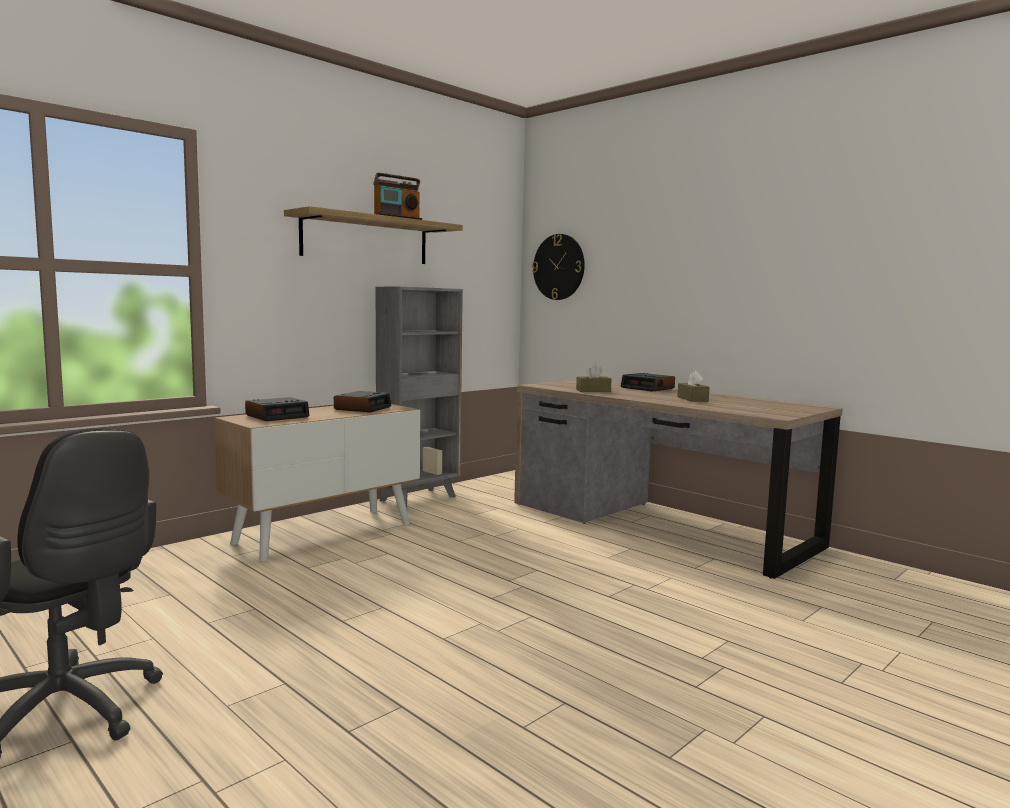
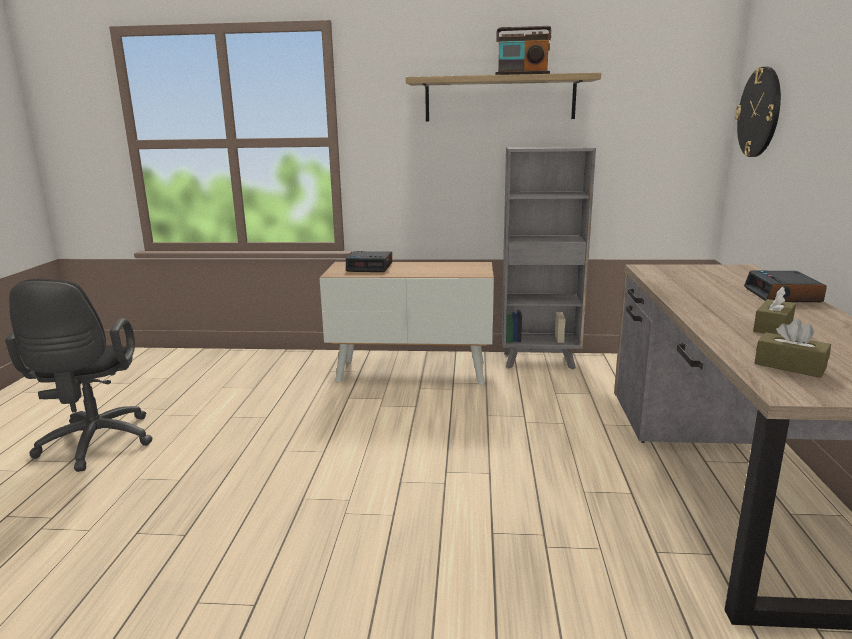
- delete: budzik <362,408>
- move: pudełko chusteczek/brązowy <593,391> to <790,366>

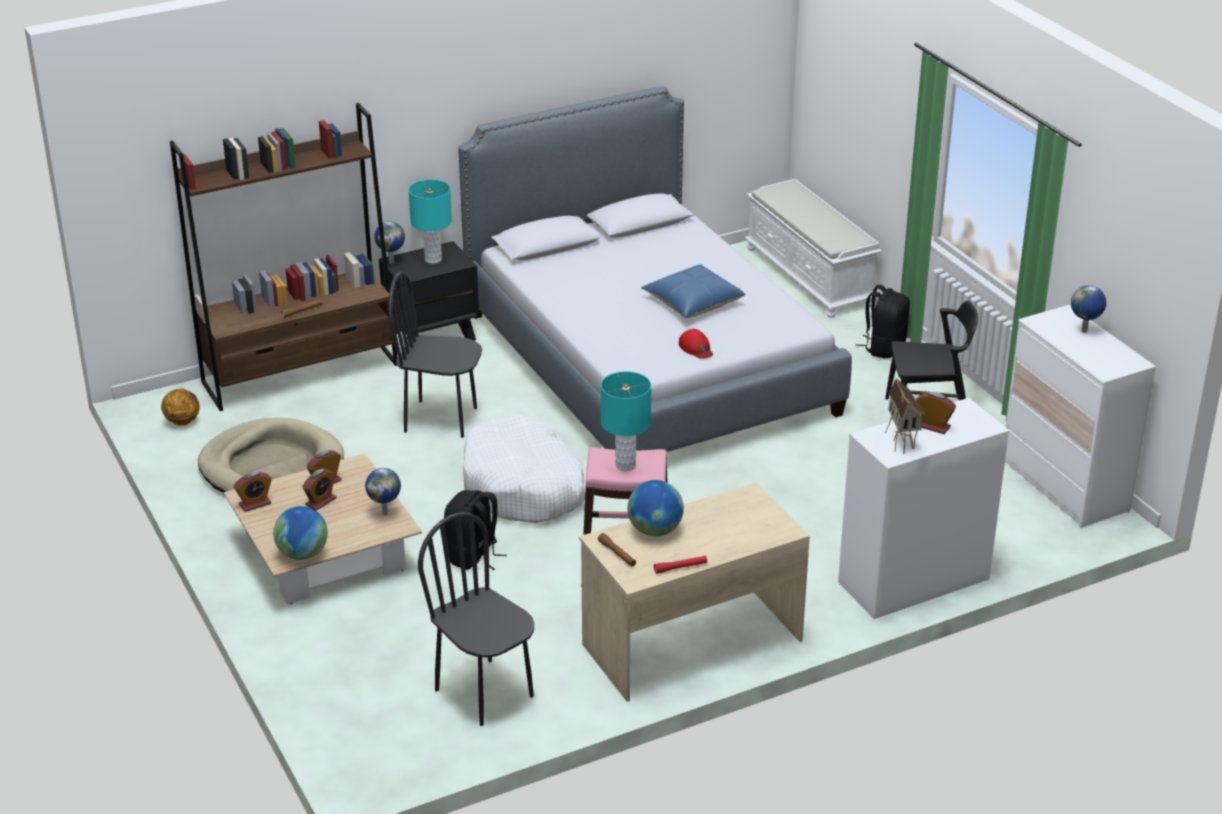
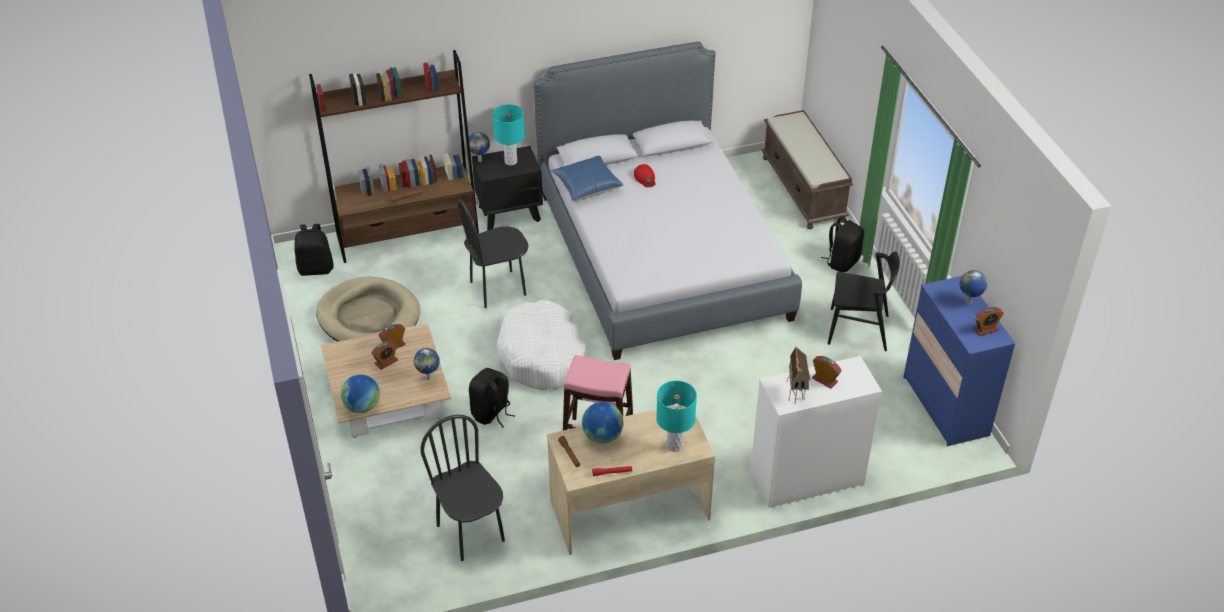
- replace: piłka do koszykówki <182,421> to plecak/czarny <316,269>
- move: budzik <255,504> to <985,329>
- rotate: krzesło/czarny <440,419> = <498,288> 45 degrees counterclockwise
- move: lampa stołowa/turkusowy <625,465> to <674,445>
- move: poduszka/niebieski <692,302> to <587,185>
- move: czapka z daszkiem/czerwony <696,348> to <645,178>
- recolor: ławka/biały <810,277> to ławka/brązowy <804,189>
- recolor: komoda/biały <1064,486> to komoda/niebieski <945,406>

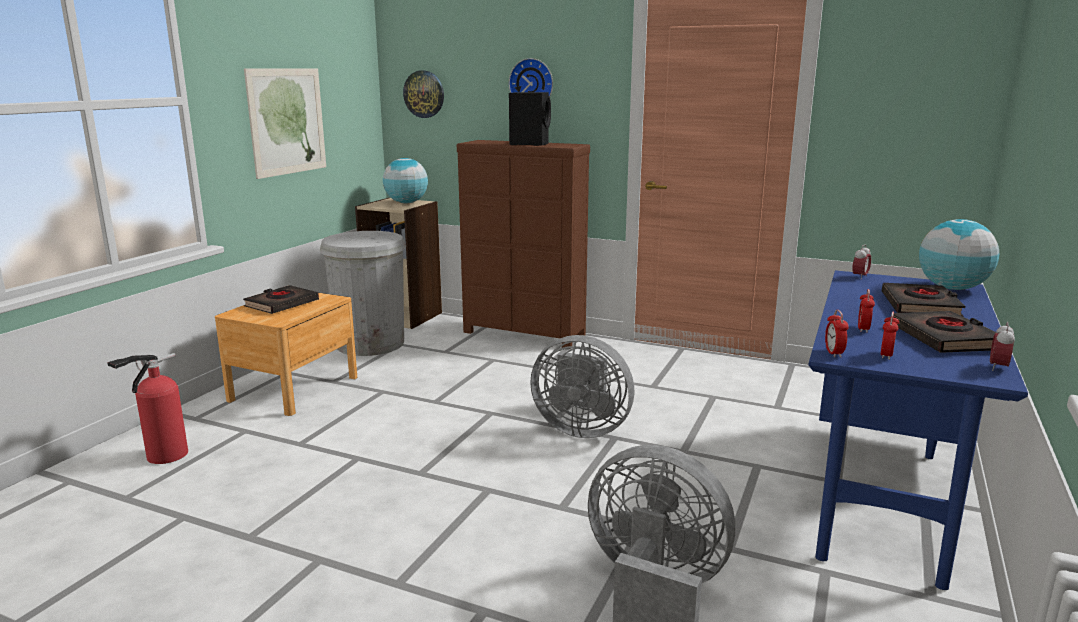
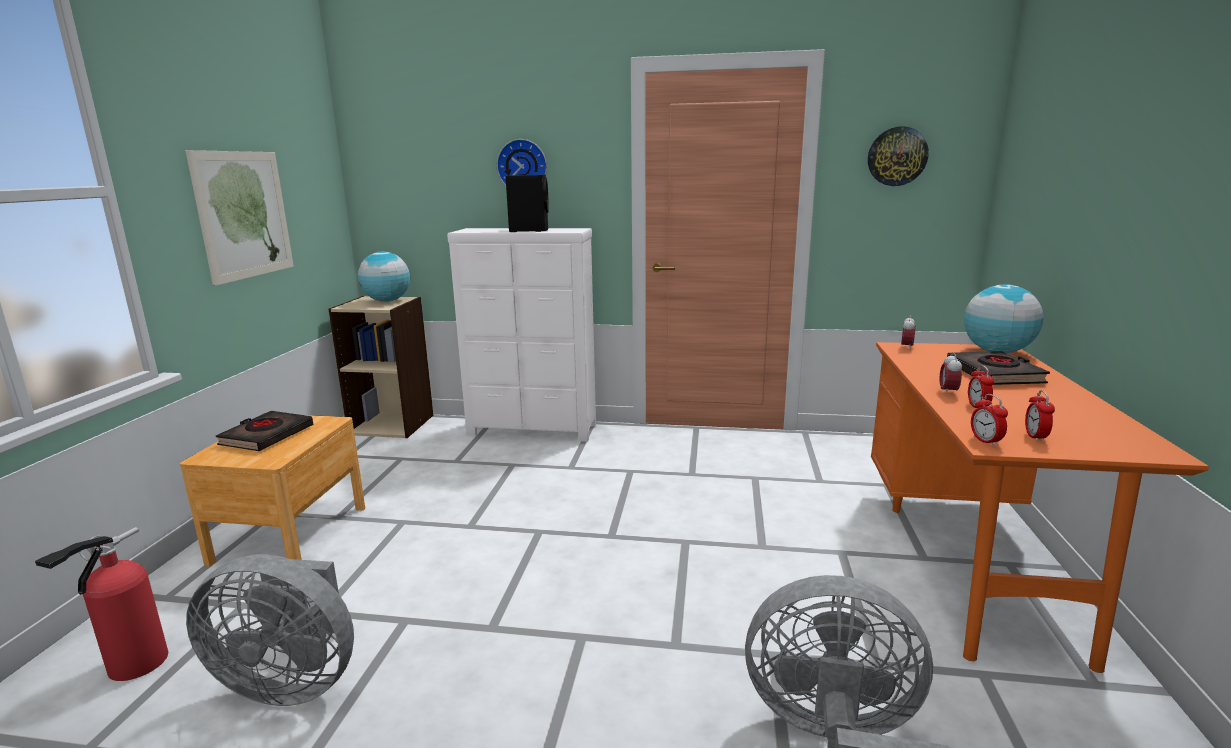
- delete: kosz na śmieci/biały <370,343>
- move: zegar ścienny <424,94> to <897,156>
- recolor: komoda/brązowy <524,334> to komoda/biały <532,430>
- move: wentylator/szary <581,428> to <292,681>
- recolor: biurko/niebieski <882,491> to biurko/pomarańczowy <970,562>
- delete: książka/czarny <944,338>
- move: budzik <998,367> to <948,392>

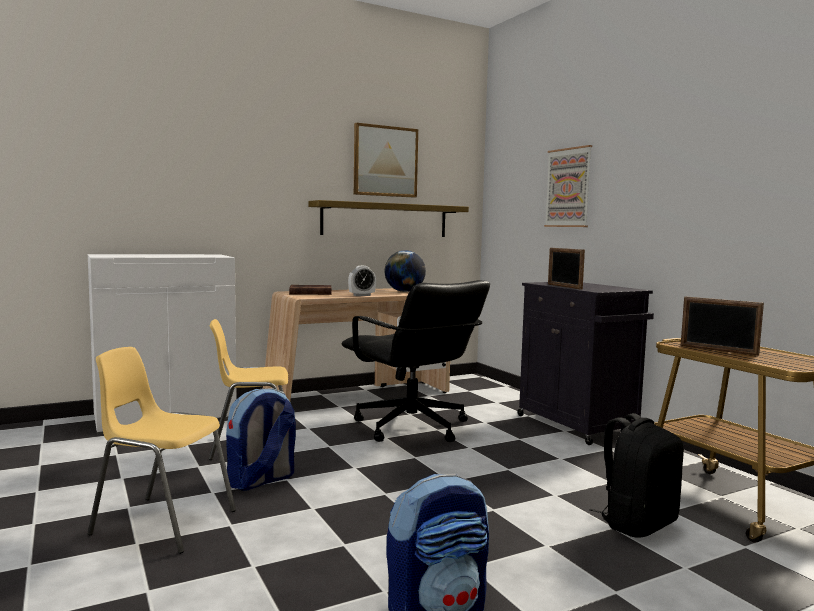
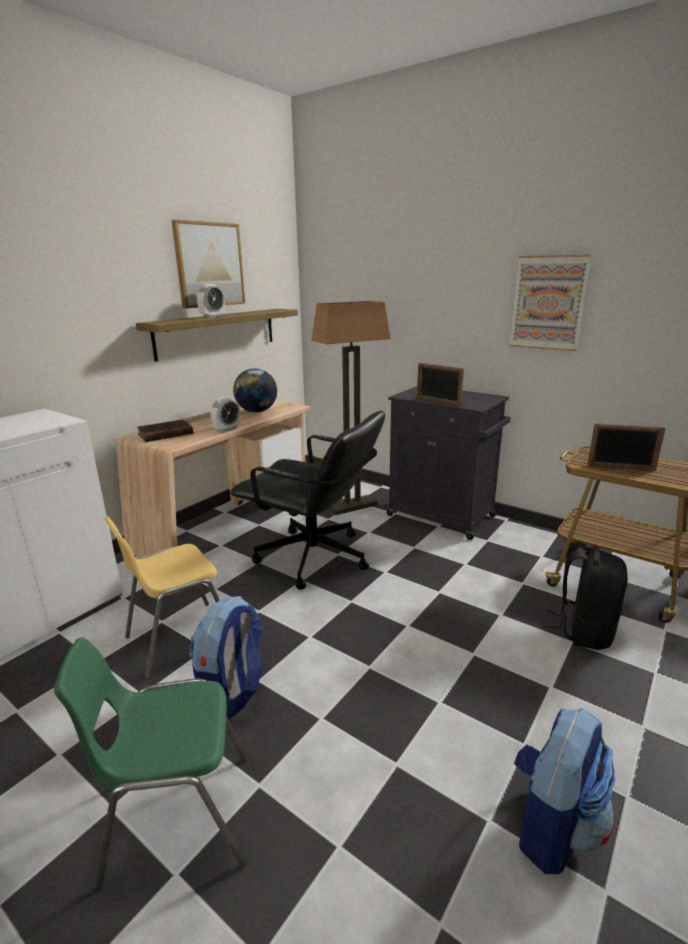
- recolor: krzesło/żółty <163,522> to krzesło/zielony <178,818>
- move: obraz <568,187> to <548,303>
- insert: budzik <212,316>
- insert: lampa stojąca <352,507>

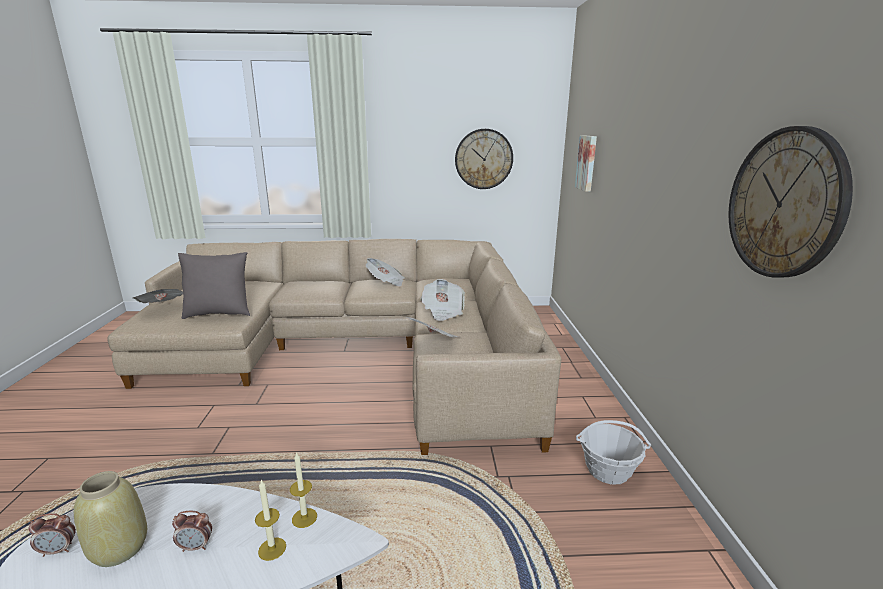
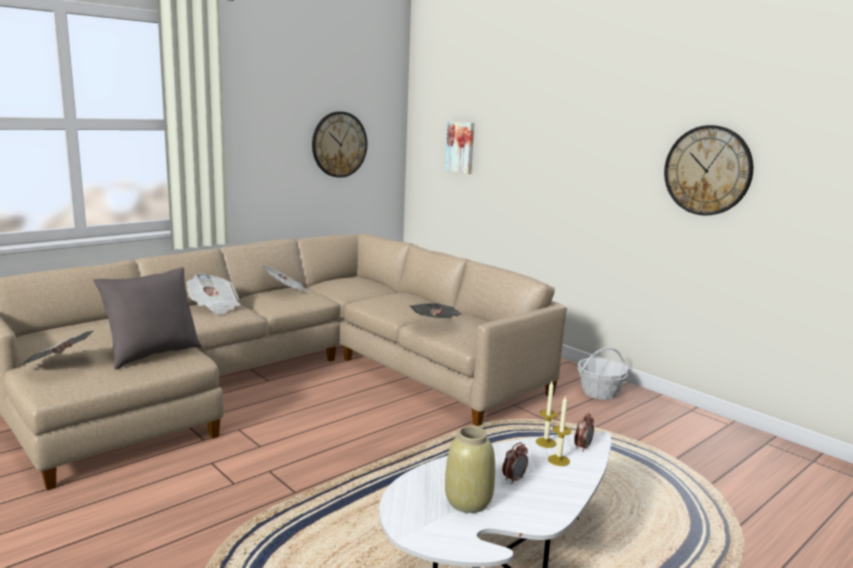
- move: budzik <58,550> to <582,447>
- move: gazeta <443,311> to <214,307>

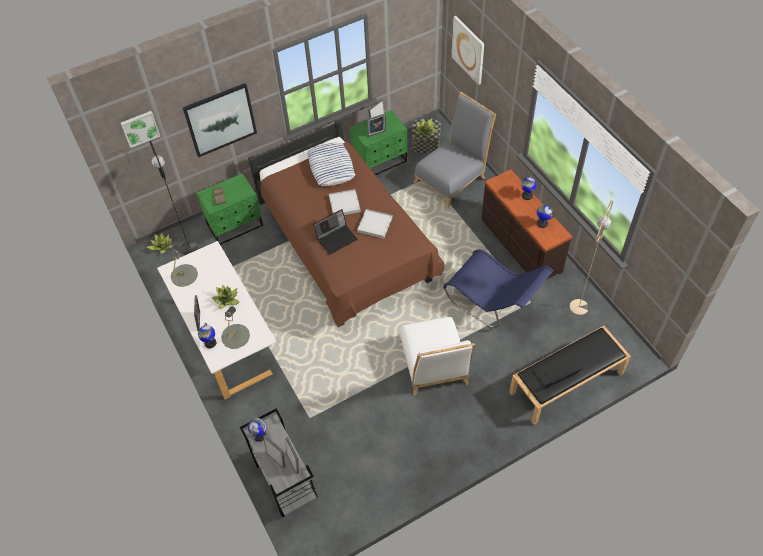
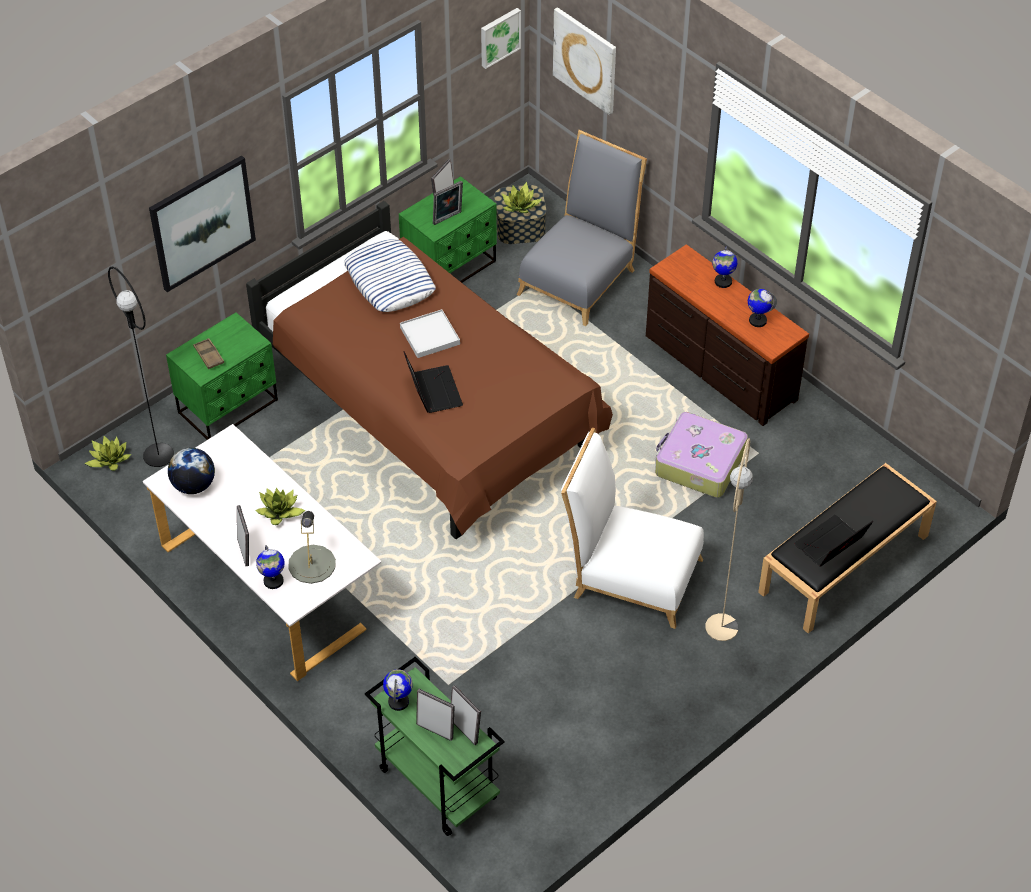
- move: obraz <140,128> to <499,37>
- replace: lampa stołowa/szary <184,275> to globus <193,485>
- recolor: wózek/szary <285,481> to wózek/zielony <436,783>
- rotate: laptop <336,238> = <432,390> 60 degrees counterclockwise
- delete: taca/biały <374,225>
- rotate: krzesło/biały <434,367> = <629,575> 135 degrees clockwise
- replace: krzesło/niebieski <493,303> to walizka <699,463>
- move: lampa stojąca/beżowy <579,307> to <721,627>

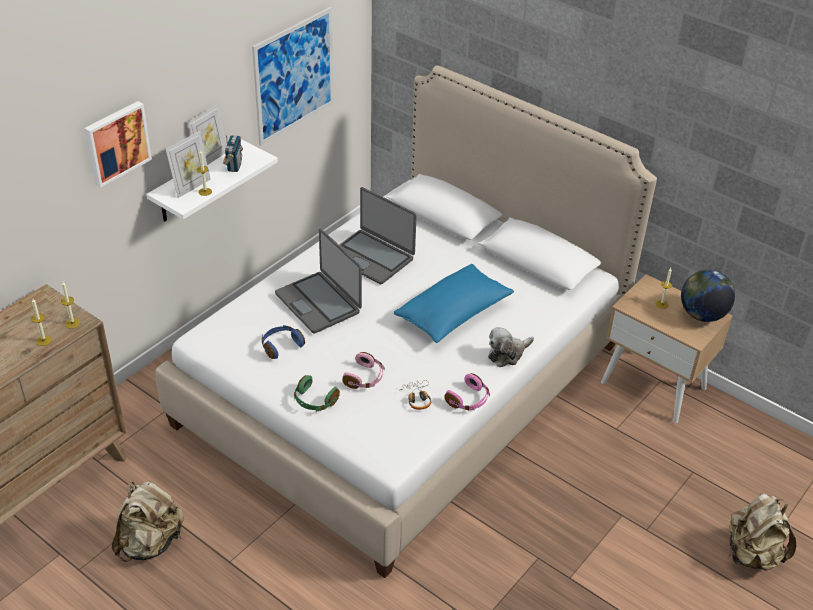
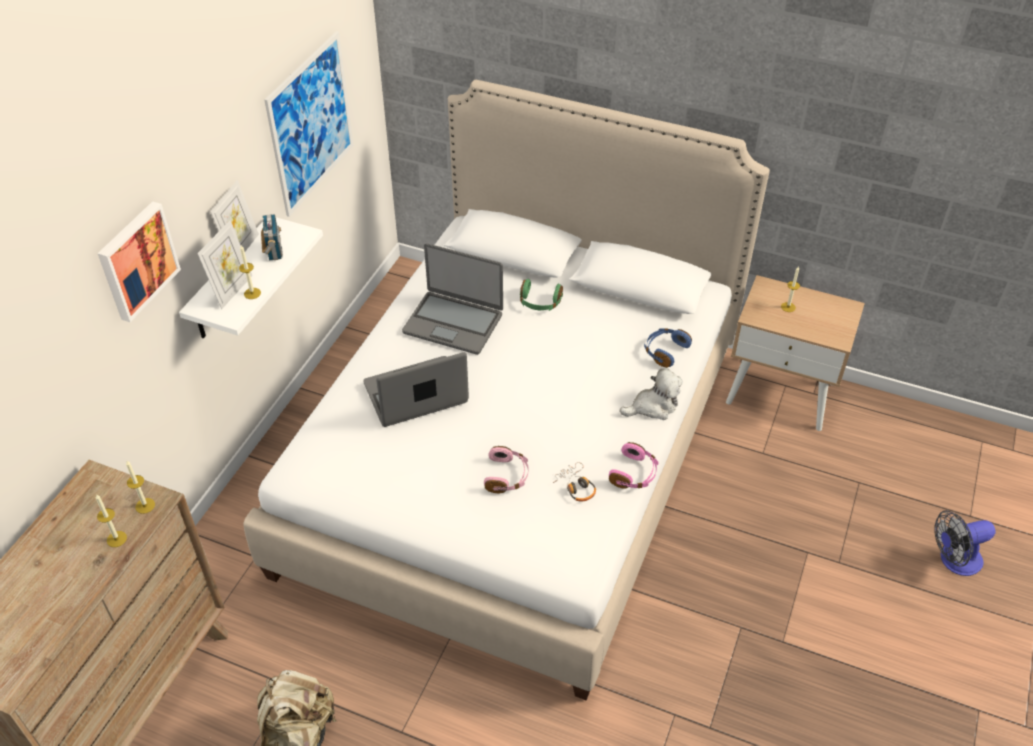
- move: słuchawki/niebieski <281,346> to <665,351>
- rotate: laptop <318,303> = <416,394> 120 degrees clockwise
- move: słuchawki/zielony <314,401> to <539,302>
- delete: poduszka/niebieski <453,314>
- rotate: pluszak <507,354> = <653,406> 150 degrees counterclockwise
- delete: globus <702,315>
- replace: plecak/beżowy <752,554> to wentylator <954,561>

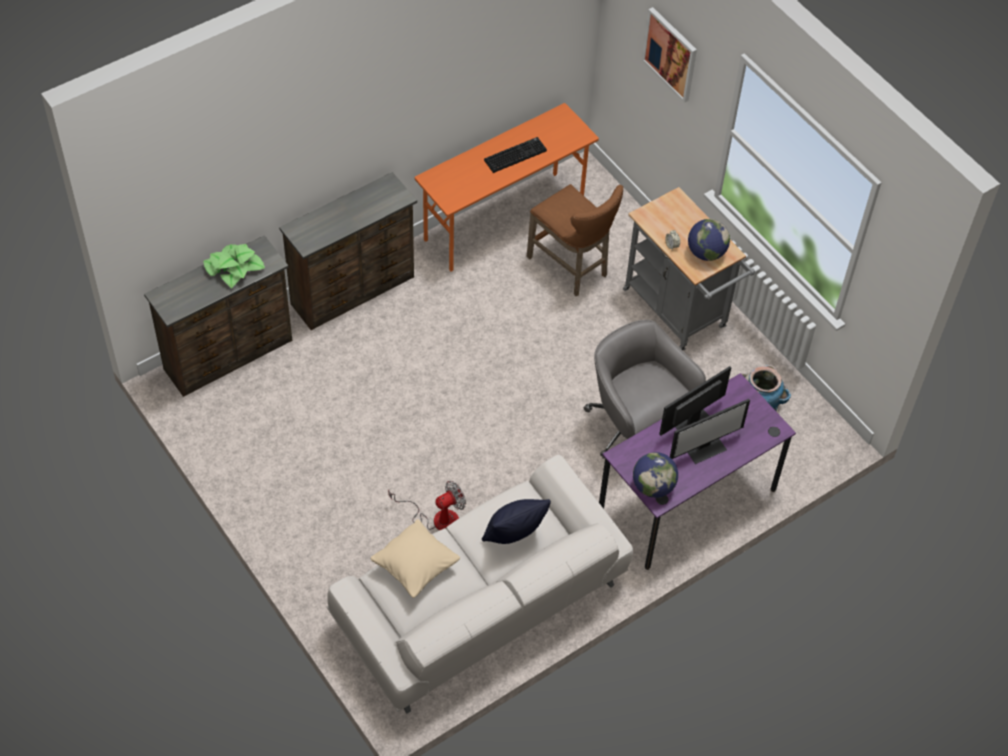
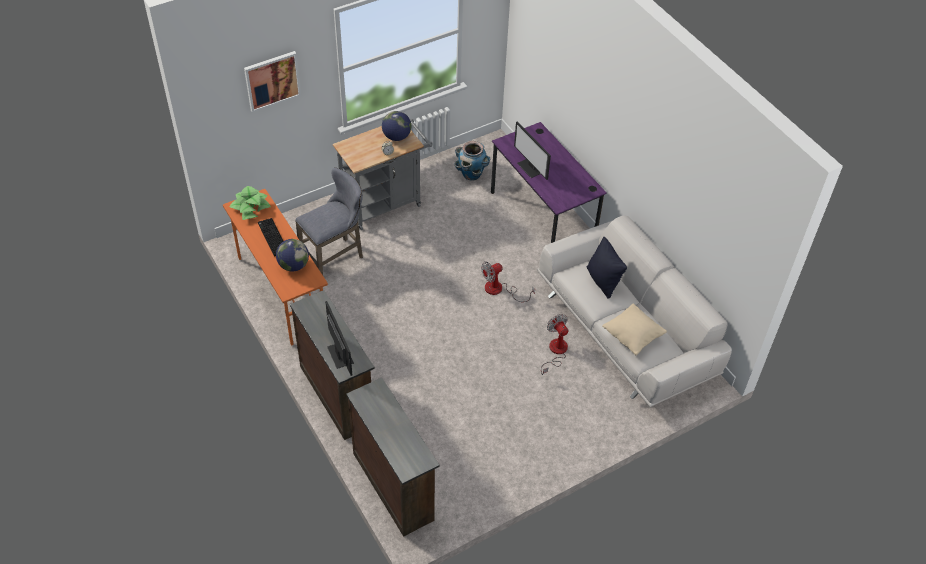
- move: roślina doniczkowa <234,268> to <250,207>
- recolor: stołek/brązowy <571,268> to stołek/szary <335,257>
- delete: krzesło biurowe/szary <635,428>
- move: globus <653,486> to <293,265>
- move: monitor <705,447> to <339,355>
- insert: wentylator <500,290>

